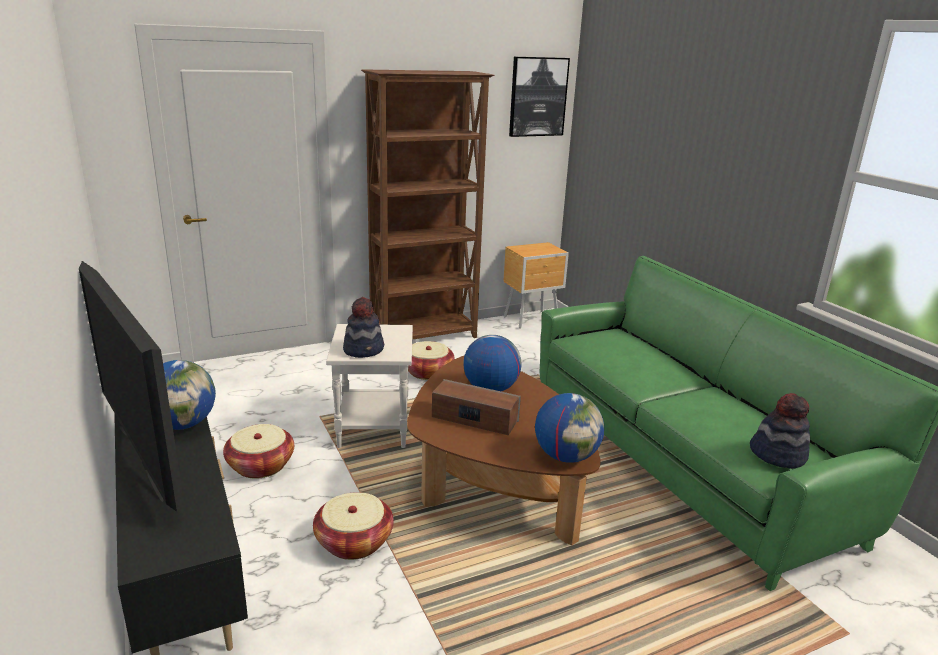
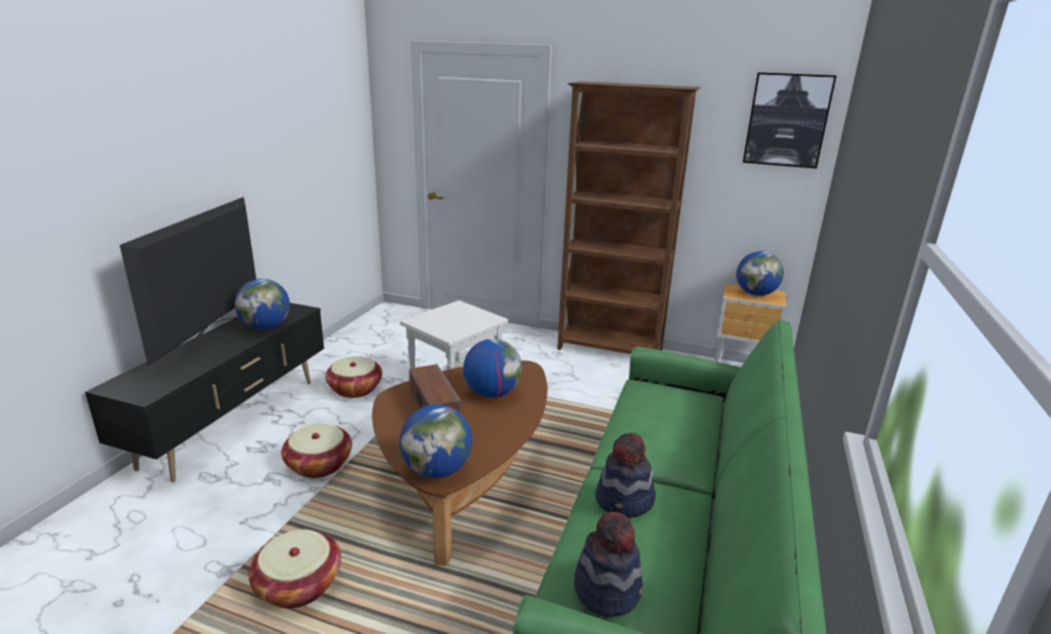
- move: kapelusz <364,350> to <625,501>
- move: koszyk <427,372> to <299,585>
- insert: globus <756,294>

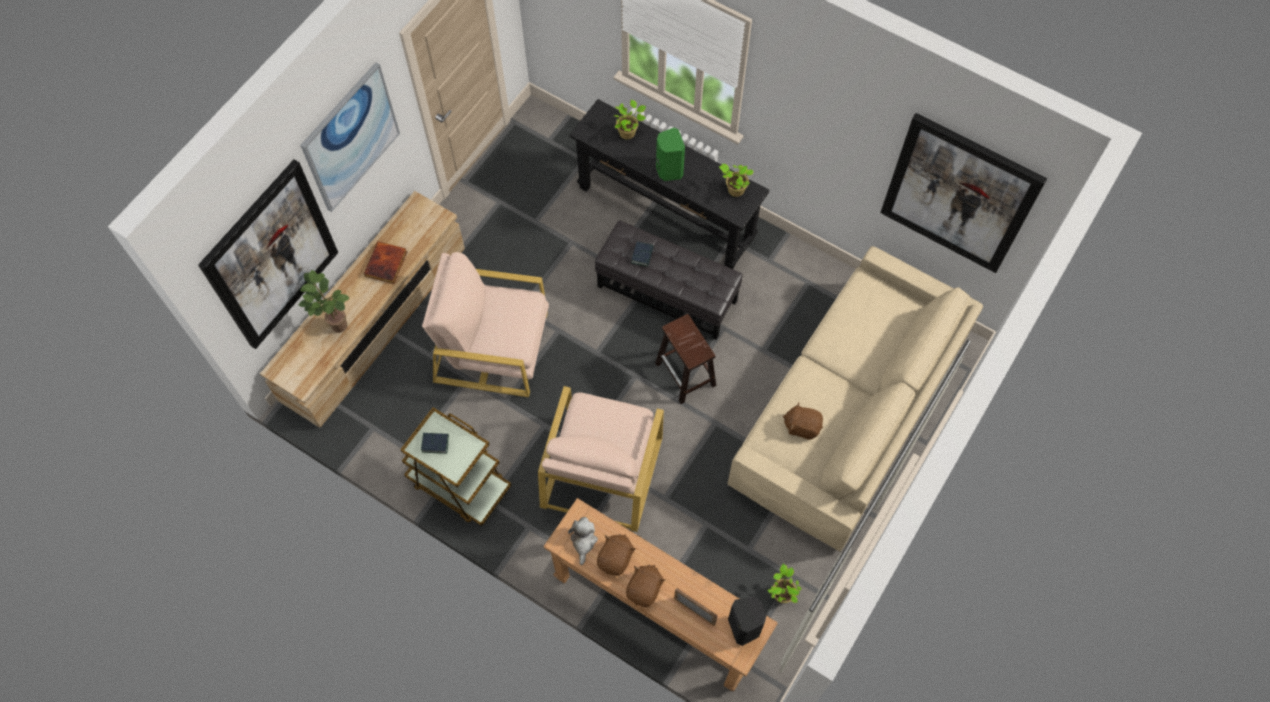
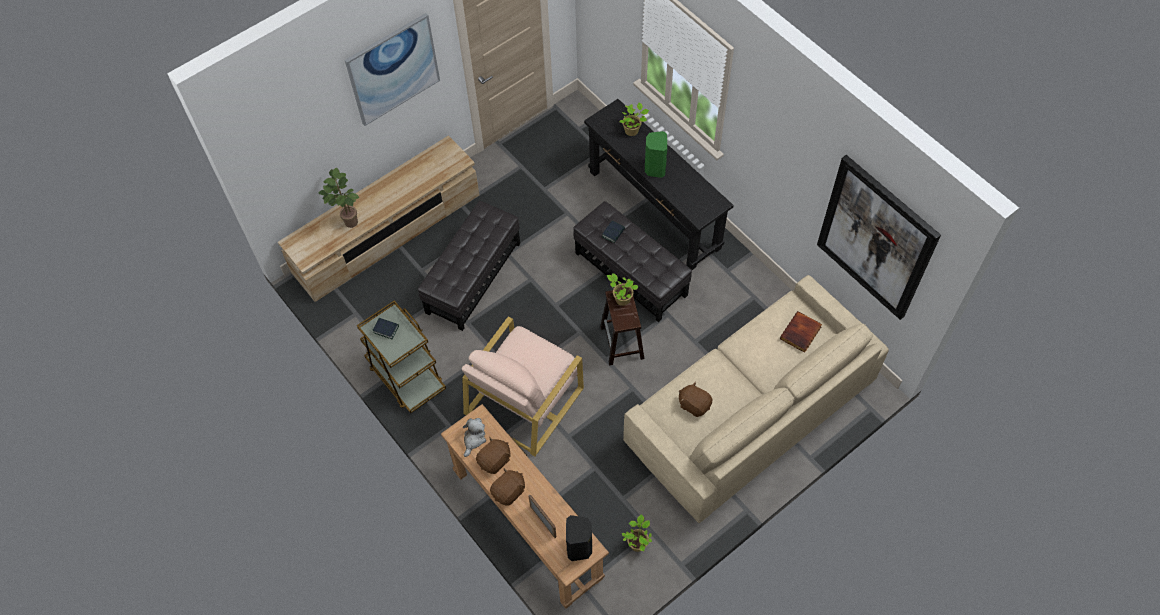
- delete: obraz <271,256>
- move: książka <387,264> to <801,333>
- replace: fotel/beżowy <492,347> to pufa/czarny <473,277>
- move: roślina doniczkowa <734,190> to <621,299>

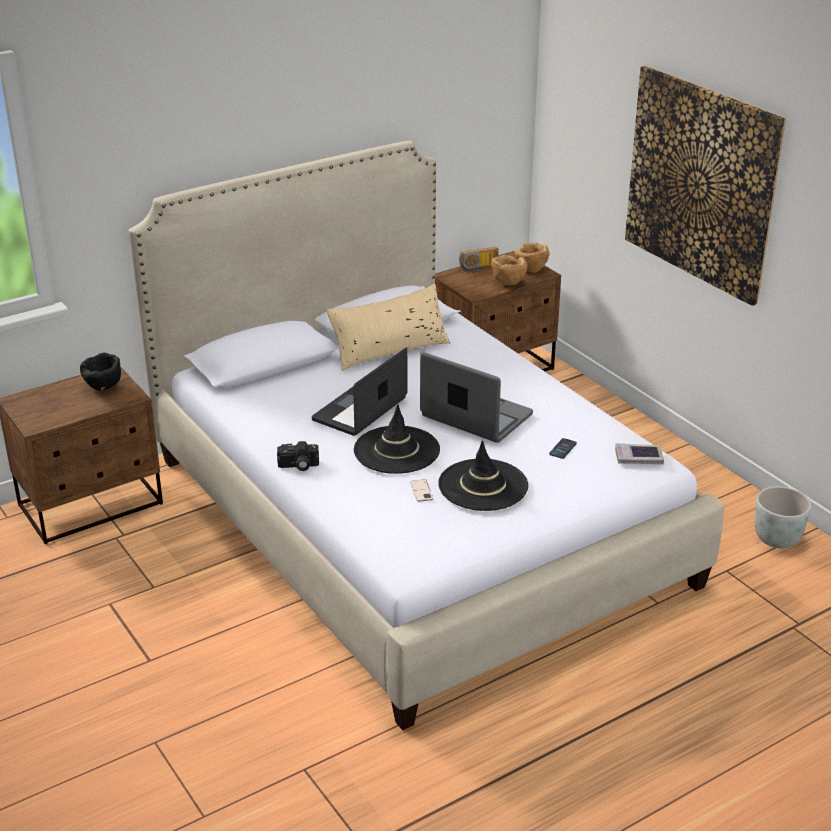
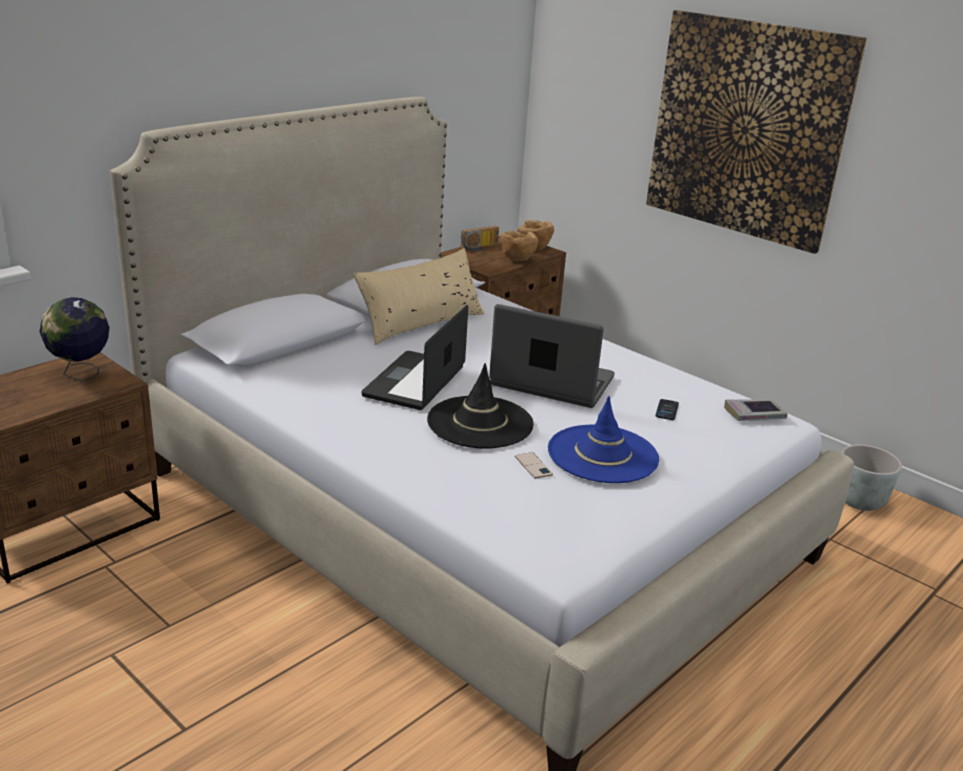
- replace: miska/czarny <103,387> to globus <81,374>
- delete: aparat fotograficzny <298,466>
- recolor: kapelusz/czarny <483,485> to kapelusz/niebieski <603,454>

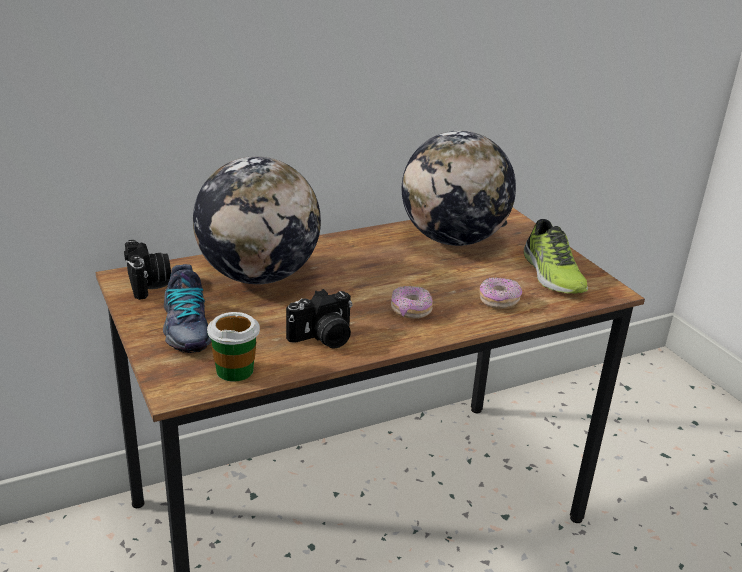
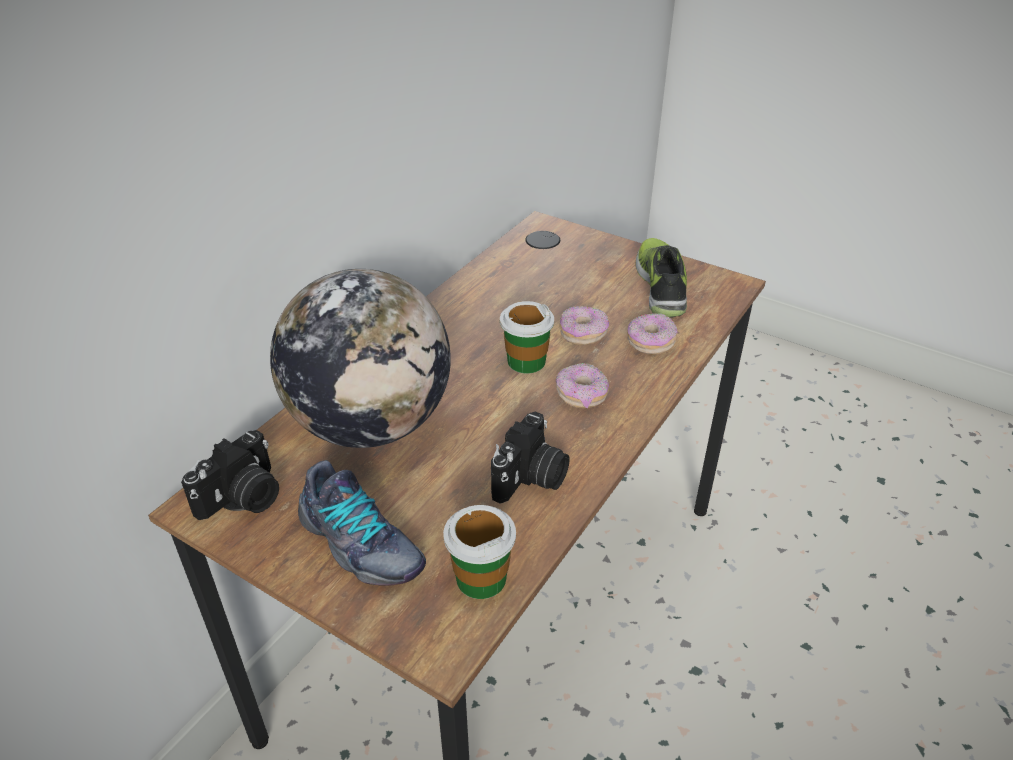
- rotate: aparat fotograficzny <149,283> = <243,498> 90 degrees clockwise
- delete: globus <453,239>
- rotate: but <551,274> = <662,286> 135 degrees counterclockwise
- insert: filiżanka <526,361>
- insert: donut <583,334>

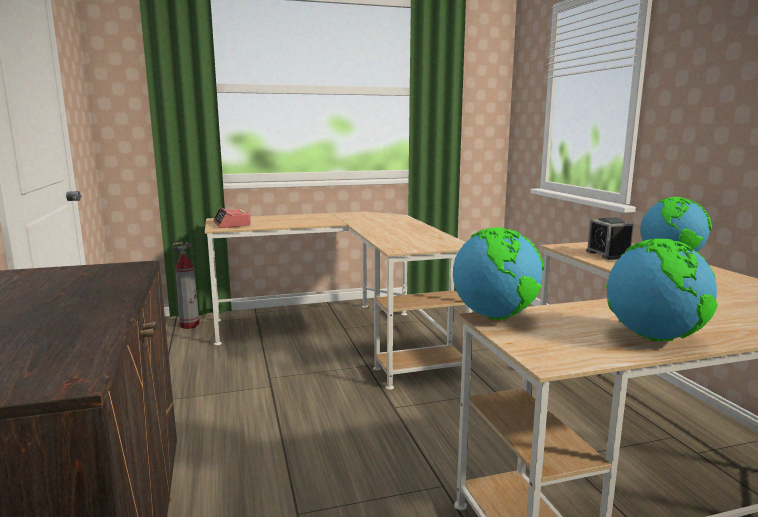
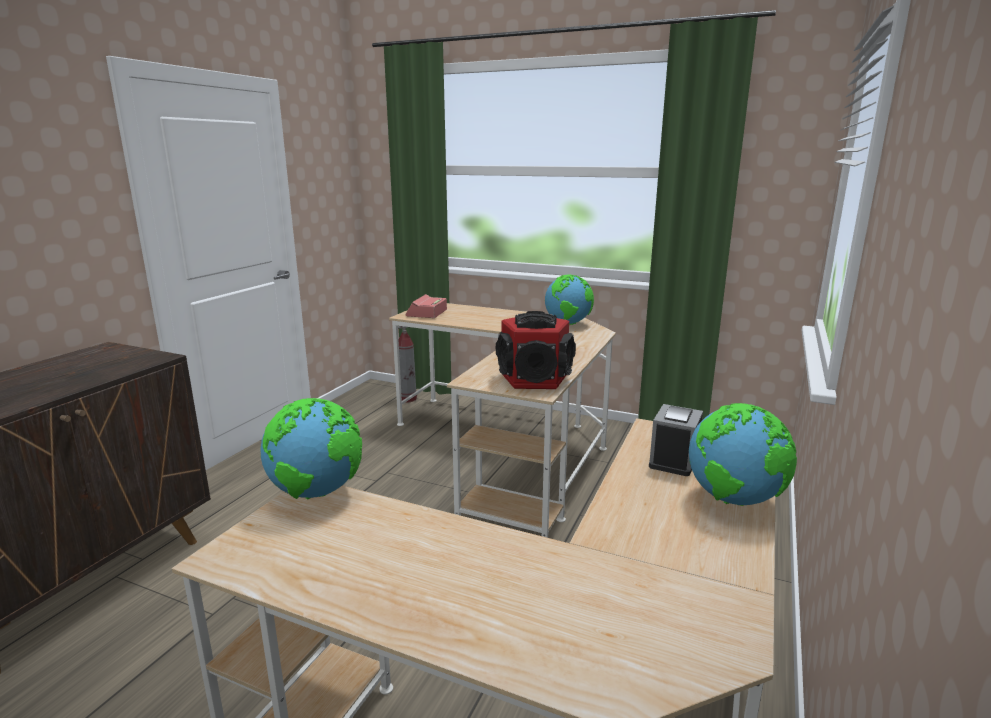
- move: globus <653,337> to <568,324>
- insert: głośnik <535,378>

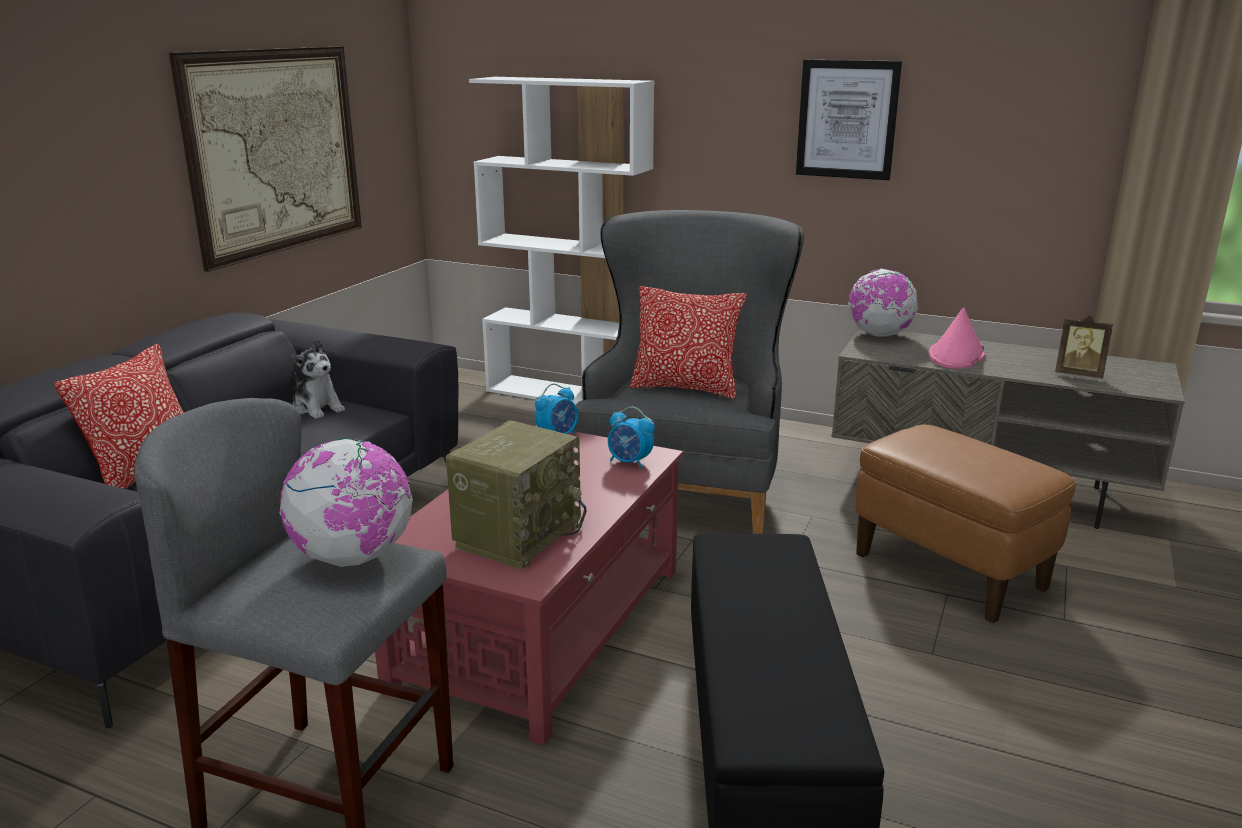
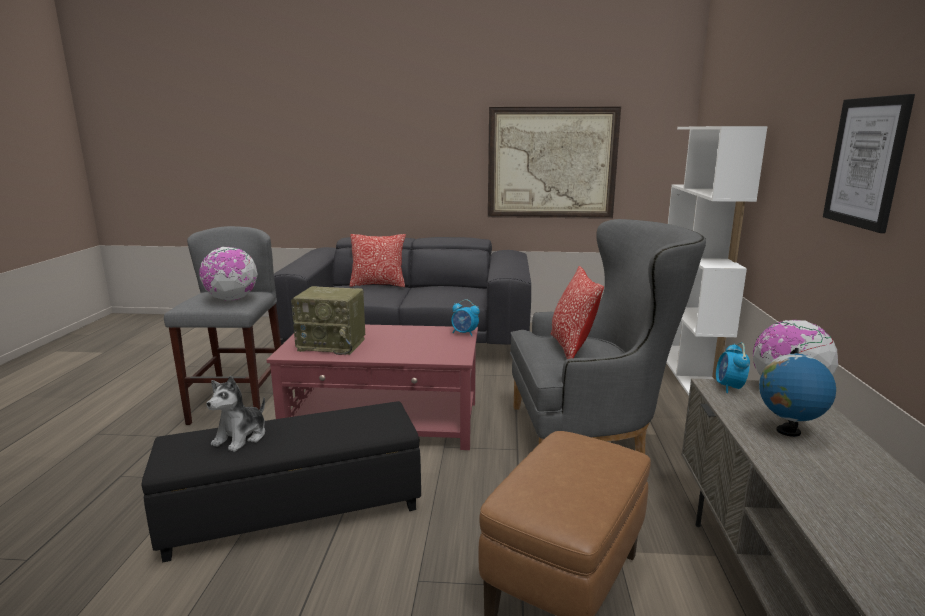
- move: pluszak <317,408> to <241,437>
- move: budzik <630,462> to <729,387>
- replace: kapelusz/różowy <956,355> to globus <787,431>
- delete: ramka na zdjęcie <1078,374>

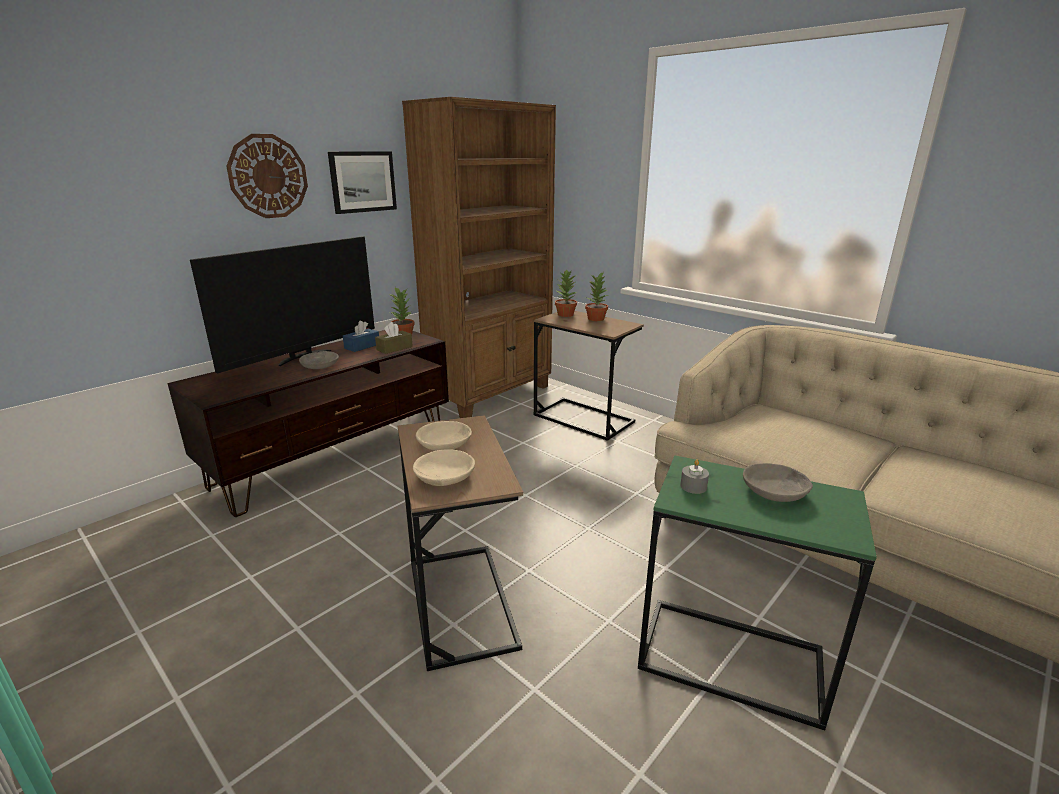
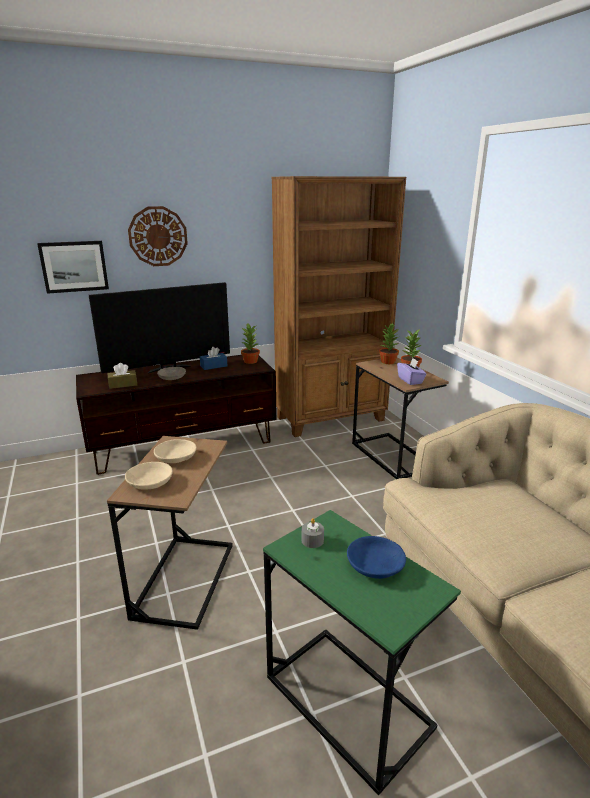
- move: obraz <362,182> to <74,266>
- move: pudełko chusteczek/brązowy <394,348> to <123,384>
- recolor: miska/szary <775,491> to miska/niebieski <376,565>
- insert: pudełko chusteczek/fioletowy <410,380>

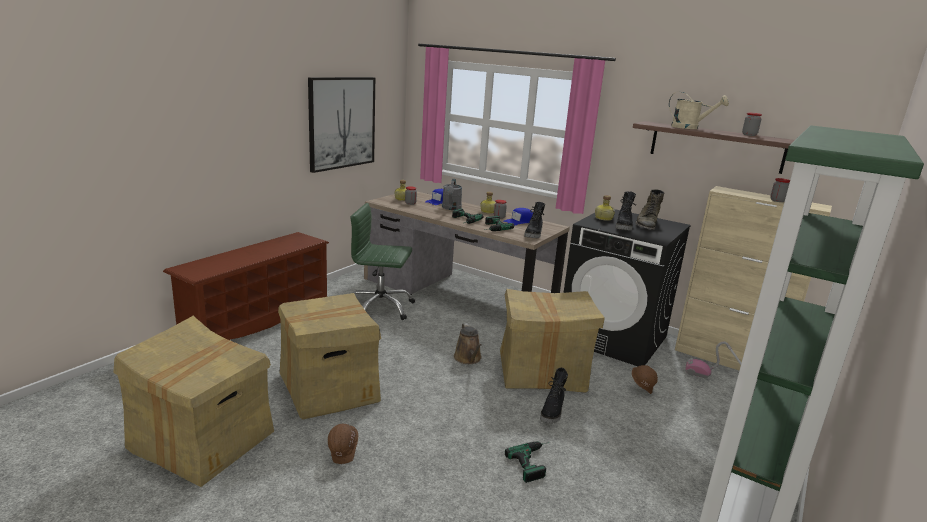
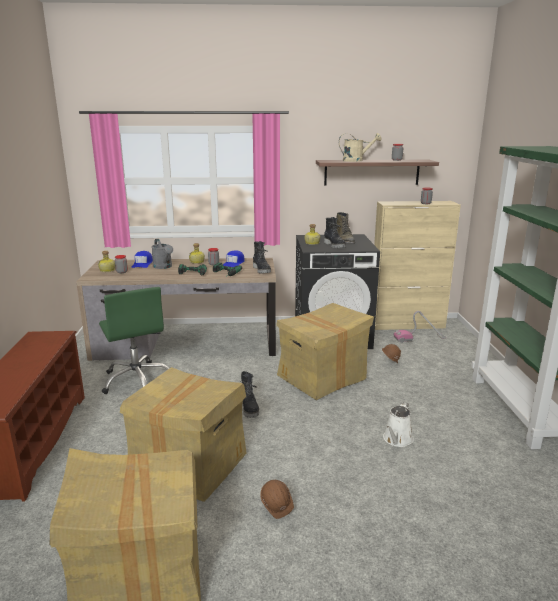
- delete: obraz <342,123>
- rotate: krzesło biurowe/zielony <380,307> = <137,380> 90 degrees counterclockwise
- delete: konewka/brązowy <468,359>
- replace: wiertarka <535,462> to konewka/biały <397,440>
- move: but z cholewką/czarny <553,412> to <249,408>

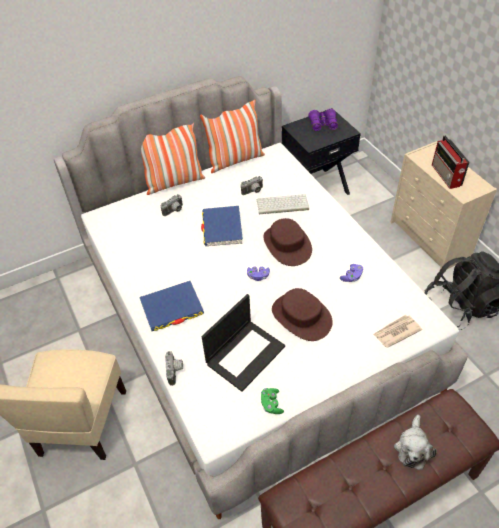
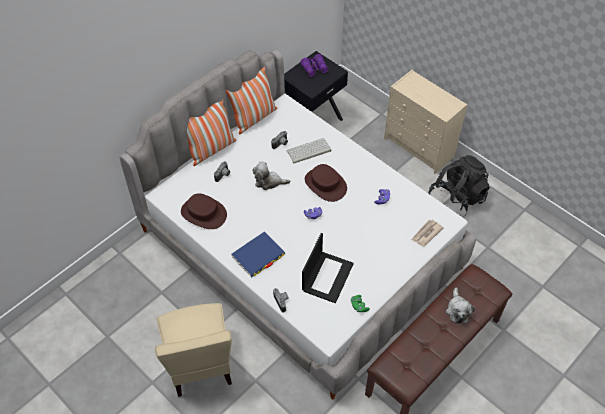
- replace: książka/niebieski <222,228> to pluszak <269,182>
- move: kapelusz/brązowy <301,317> to <203,213>
- delete: radio <446,176>

